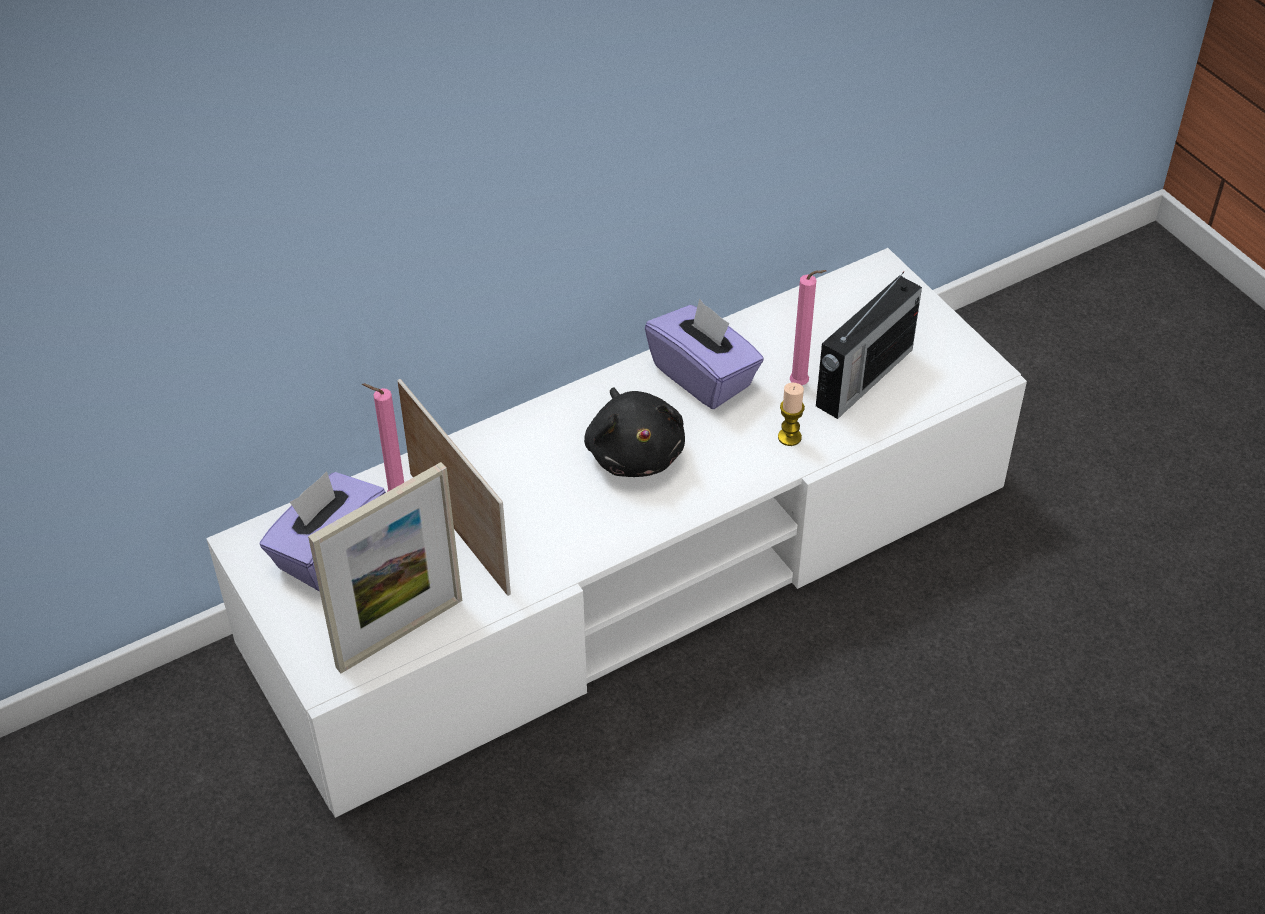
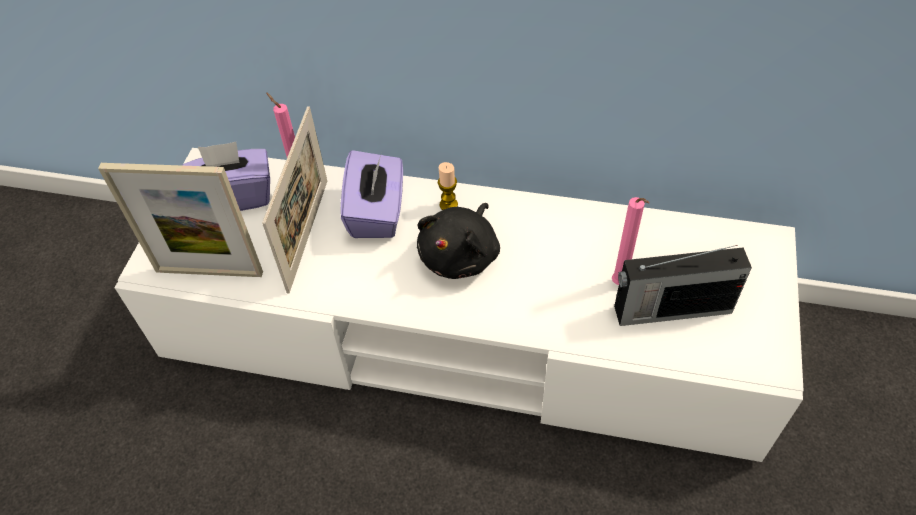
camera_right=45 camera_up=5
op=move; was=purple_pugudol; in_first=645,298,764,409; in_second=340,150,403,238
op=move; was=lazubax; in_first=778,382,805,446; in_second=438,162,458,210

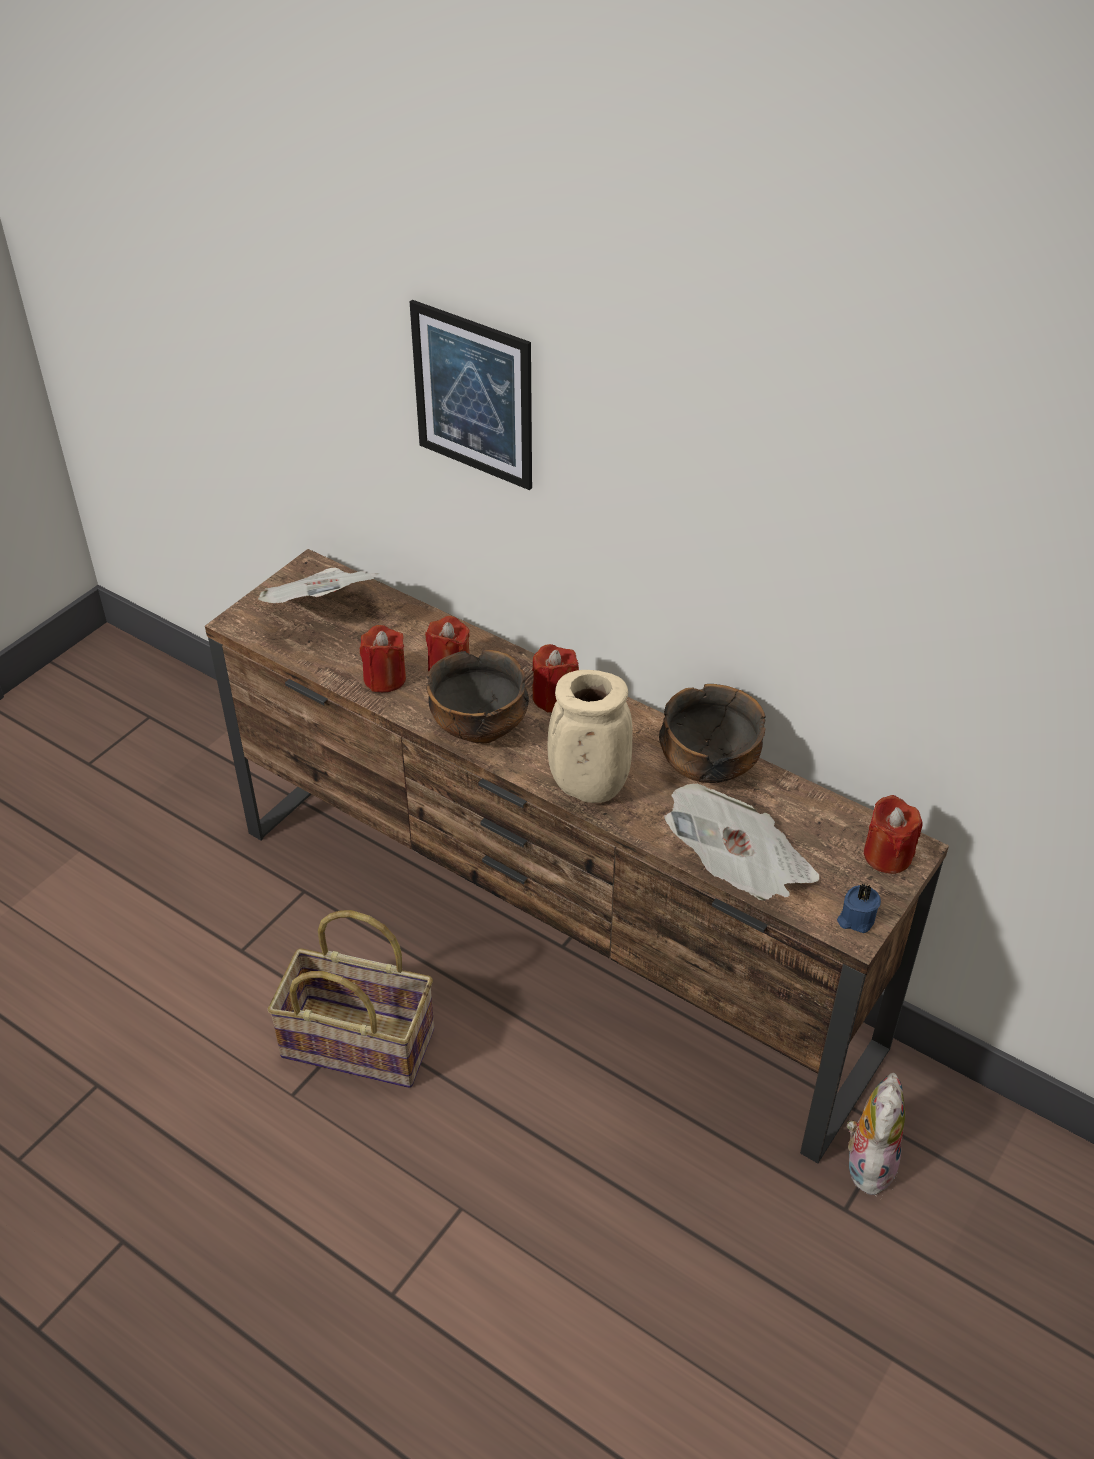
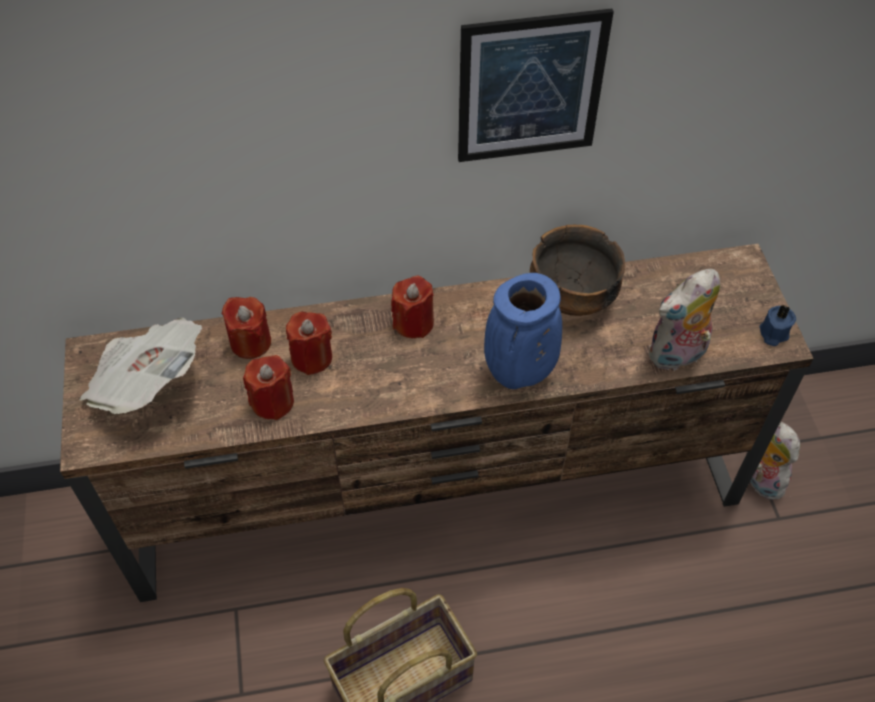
camera_right=-45 camera_up=10
op=move; was=red_lazubax; in_first=864,795,923,874; in_second=222,297,271,359
op=move; was=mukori; in_first=410,300,532,490; in_second=458,9,614,162
op=recolor; was=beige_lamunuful; now=blue_lamunuful; in_first=547,670,633,803; in_second=484,273,562,389
op=replace; was=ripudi; now=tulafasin; in_first=664,783,819,901; in_second=649,269,720,370
op=delete; was=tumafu; in_first=426,650,529,744

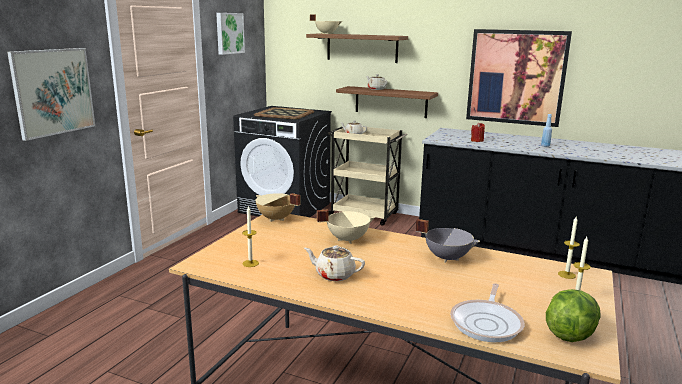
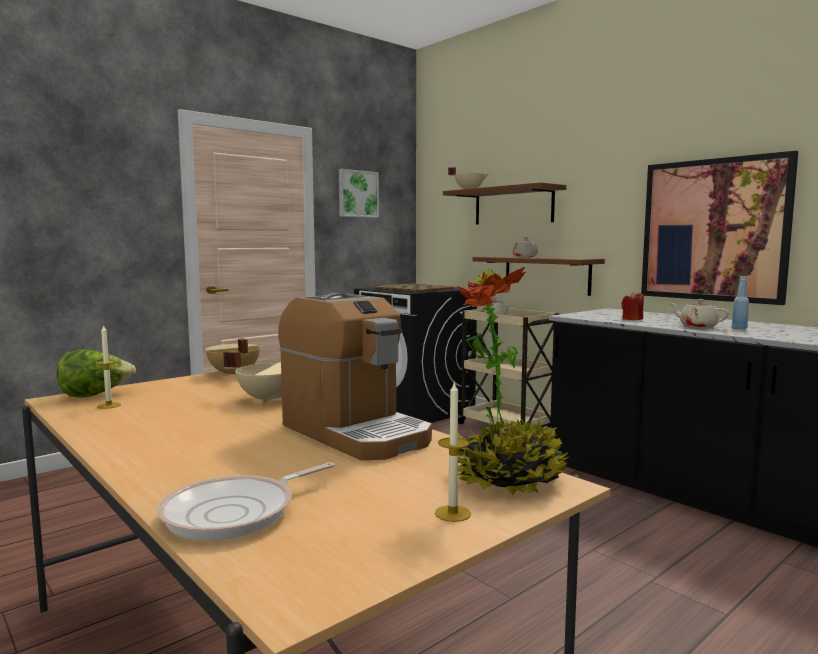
camera_right=25 camera_up=-10
op=move; was=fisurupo; in_first=546,289,601,342; in_second=57,349,136,398
op=replace; was=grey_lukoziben; now=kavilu; in_first=416,219,480,263; in_second=278,293,432,460
op=replace; was=lazubax; now=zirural; in_first=558,217,580,279; in_second=458,267,570,496
op=move; was=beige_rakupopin; in_first=304,245,365,281; in_second=670,299,729,328
op=delete; was=mukori; in_first=7,48,95,141

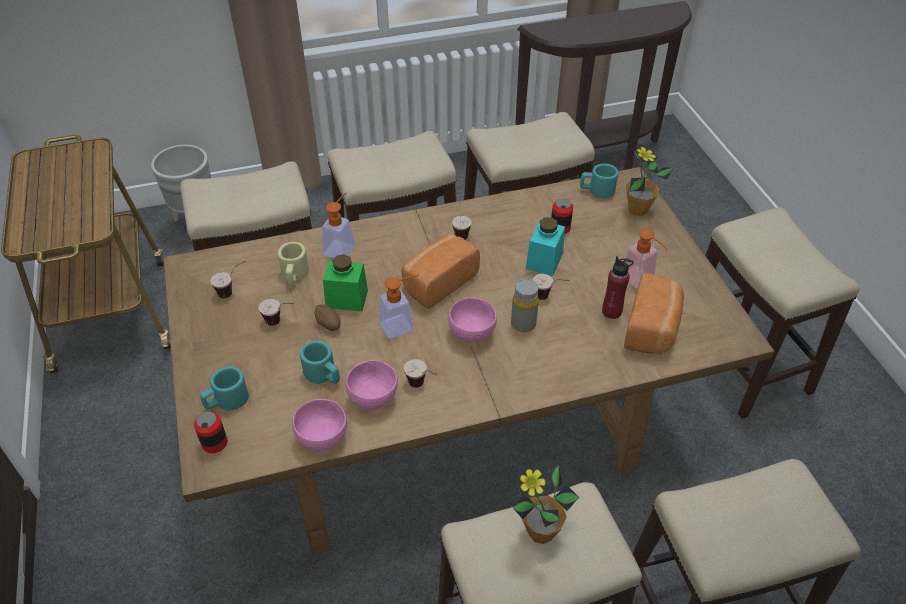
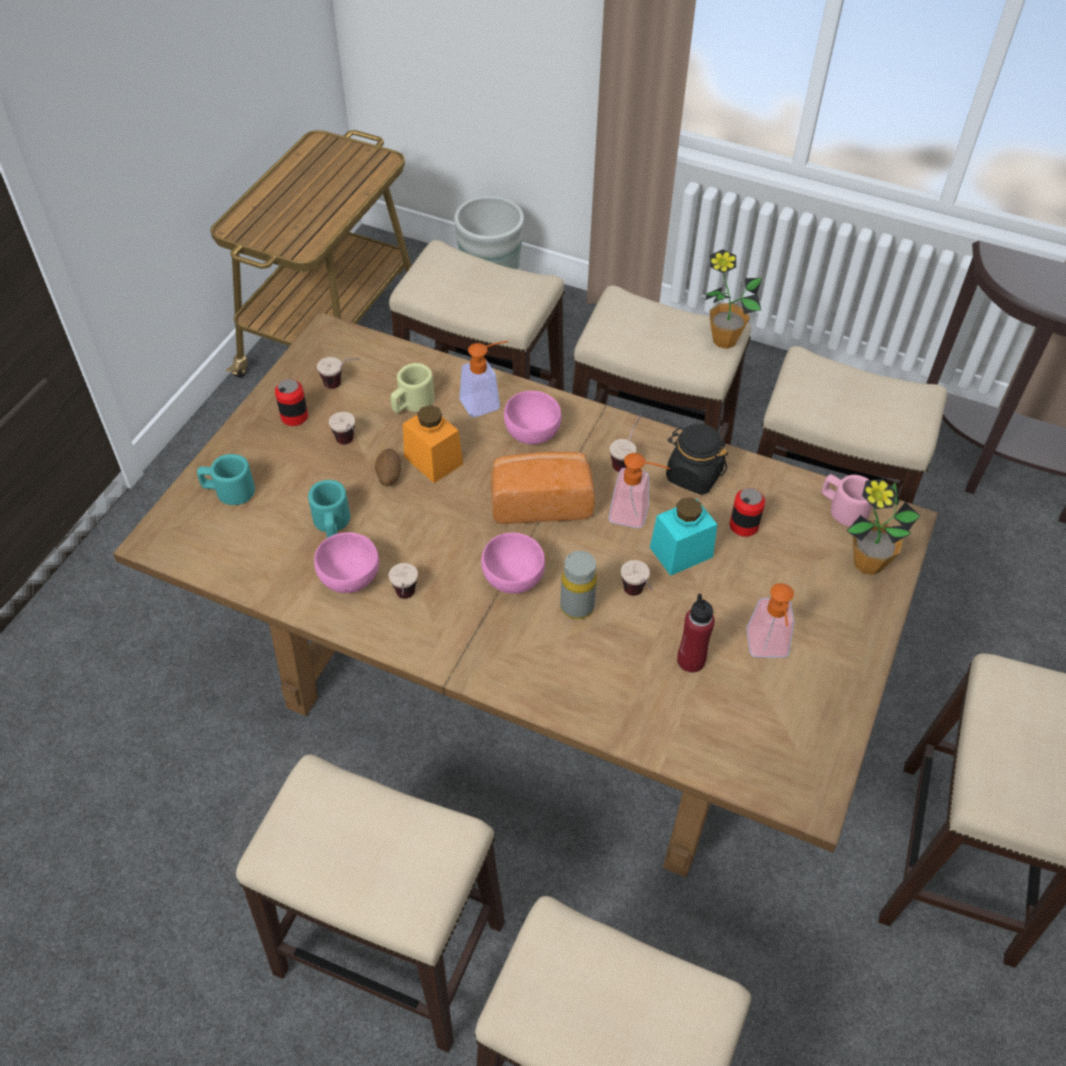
camera_right=40 camera_up=5
op=move; was=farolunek; in_first=194,411,228,453; in_second=275,379,308,426
op=recolor; was=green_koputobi; now=orange_koputobi; in_first=323,254,368,311; in_second=403,405,463,483
op=move; was=pink_tumafu; in_first=292,399,347,451; in_second=504,391,561,445
op=move; was=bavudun; in_first=379,275,419,339; in_second=608,453,670,528
op=insert; now=black_koputobi; in_second=666,424,728,495
op=move; was=zirural; in_first=513,465,579,544; in_second=706,249,762,349
op=recolor; was=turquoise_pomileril; now=pink_pomileril; in_first=580,164,618,198; in_second=822,474,873,527
op=delete; was=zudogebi; in_first=624,273,684,354

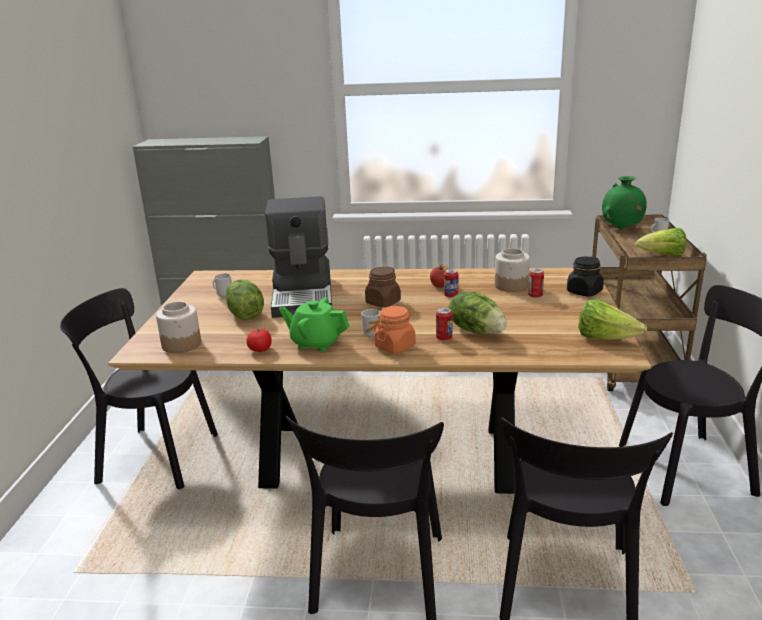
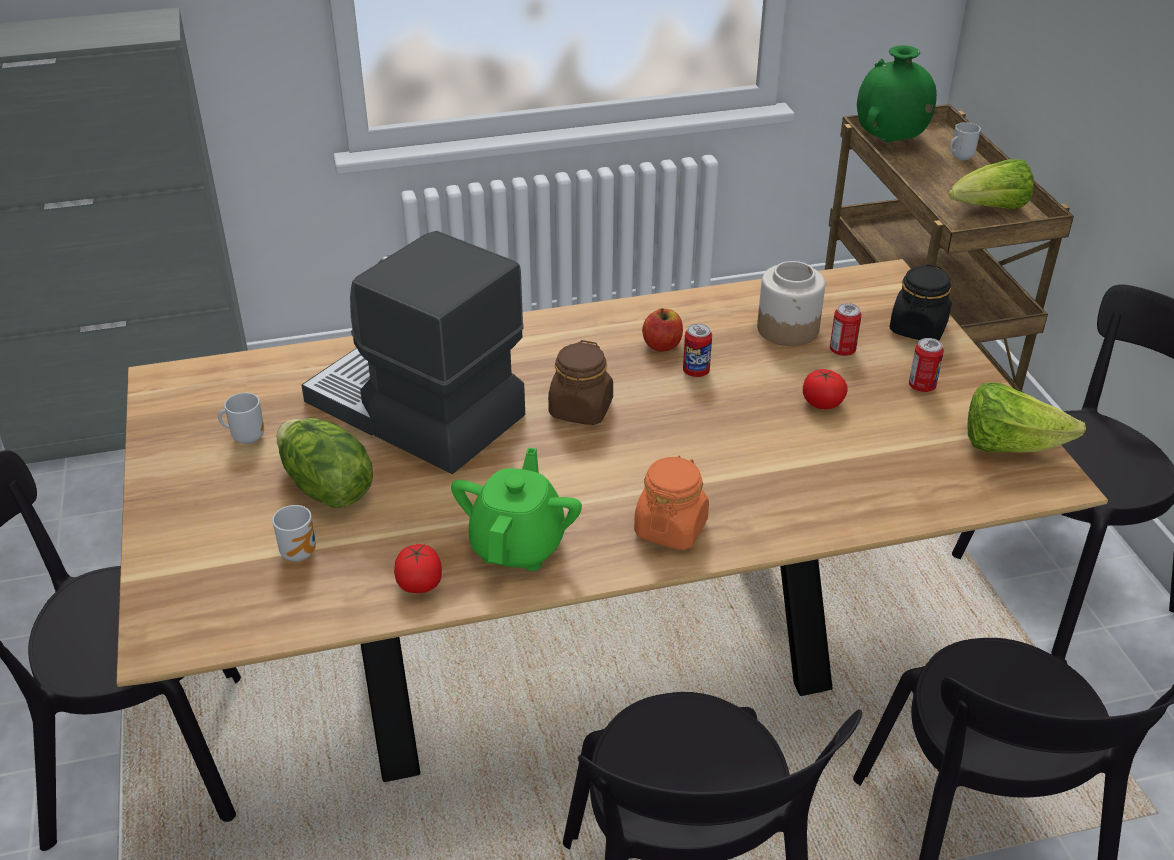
camera_right=-20 camera_up=15
op=move; was=pomileril; in_first=361,309,380,338; in_second=272,505,316,561
op=rotate; was=kavilu; in_first=265,196,332,318; in_second=301,231,525,474; clockwise=150
op=rotate; was=green_rakupopin; in_first=279,297,349,352; in_second=451,448,582,571; clockwise=105
op=insert; now=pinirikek; in_second=803,369,848,409
op=move; was=farolunek; in_first=436,308,452,341; in_second=909,338,944,392
op=delete; was=koputobi; in_first=156,301,201,353
op=delete; was=fisurupo; in_first=449,292,507,334

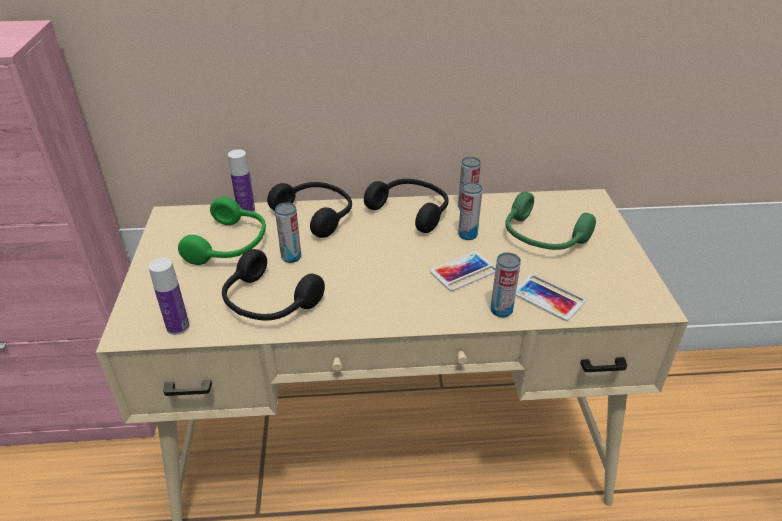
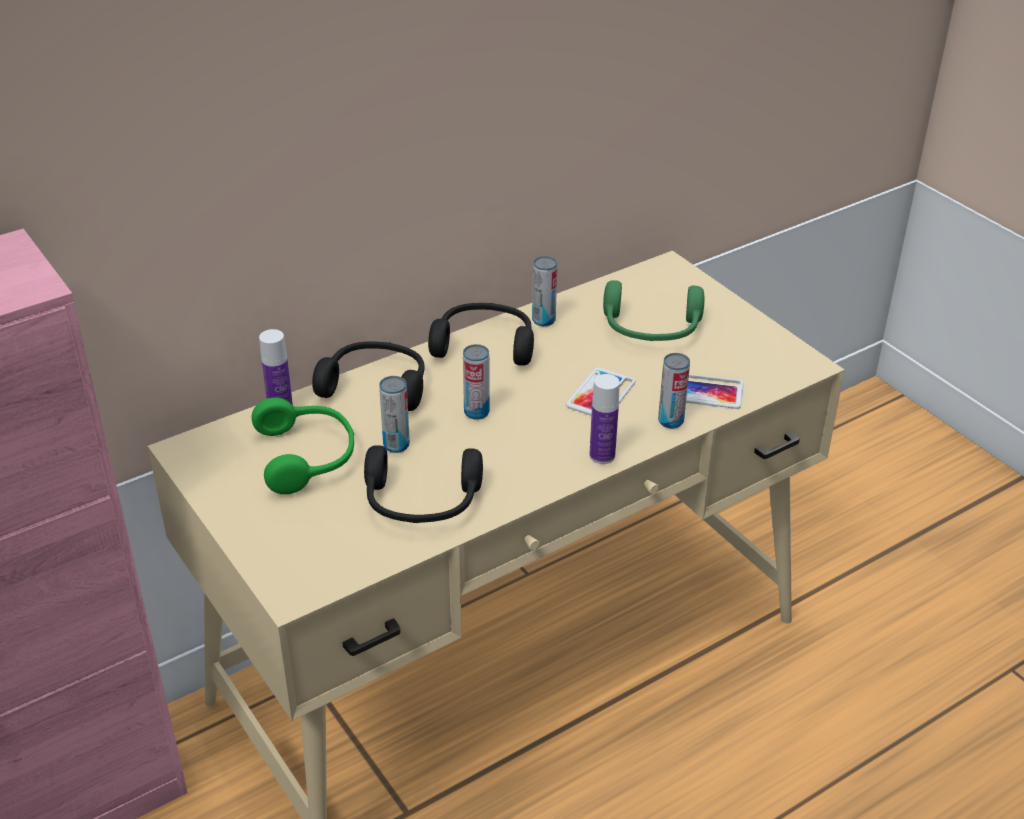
camera_right=-30 camera_up=0
op=move; was=farolunek; in_first=458,182,482,240; in_second=463,344,490,420
op=move; was=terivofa; in_first=148,258,190,335; in_second=589,374,620,464

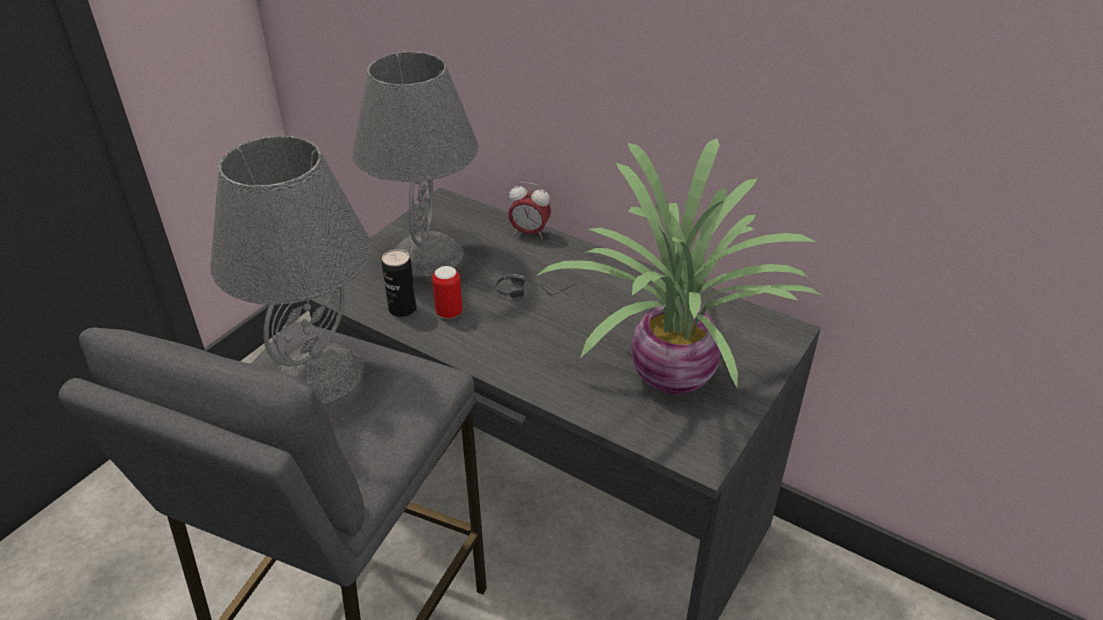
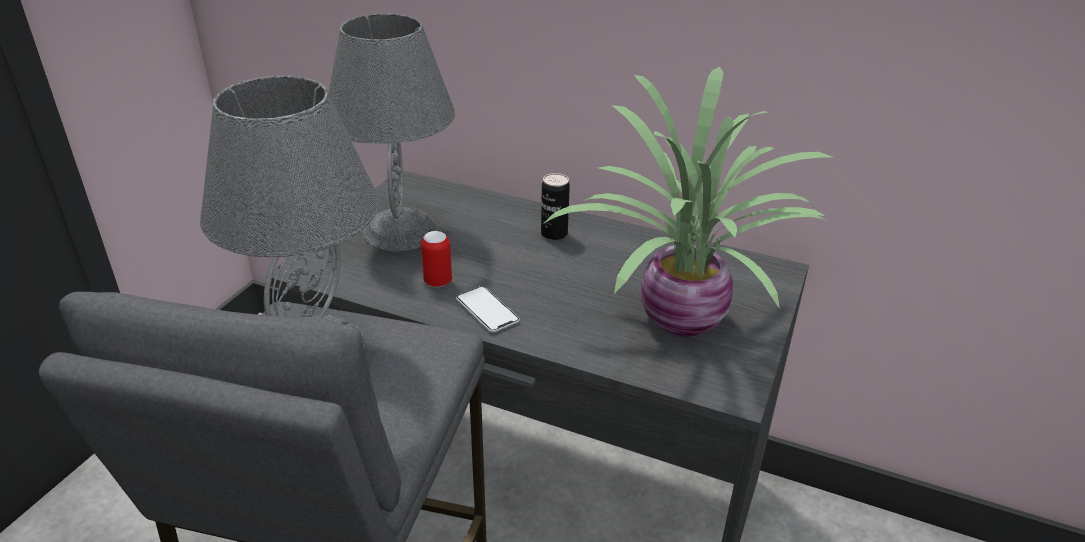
camera_right=-10 camera_up=-5
op=insert; now=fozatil; in_second=456,286,520,333
op=move; was=farolunek; in_first=382,249,417,317; in_second=541,173,570,240
op=delete; was=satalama; in_first=495,274,578,298
op=delete; was=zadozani; in_first=508,182,551,239

